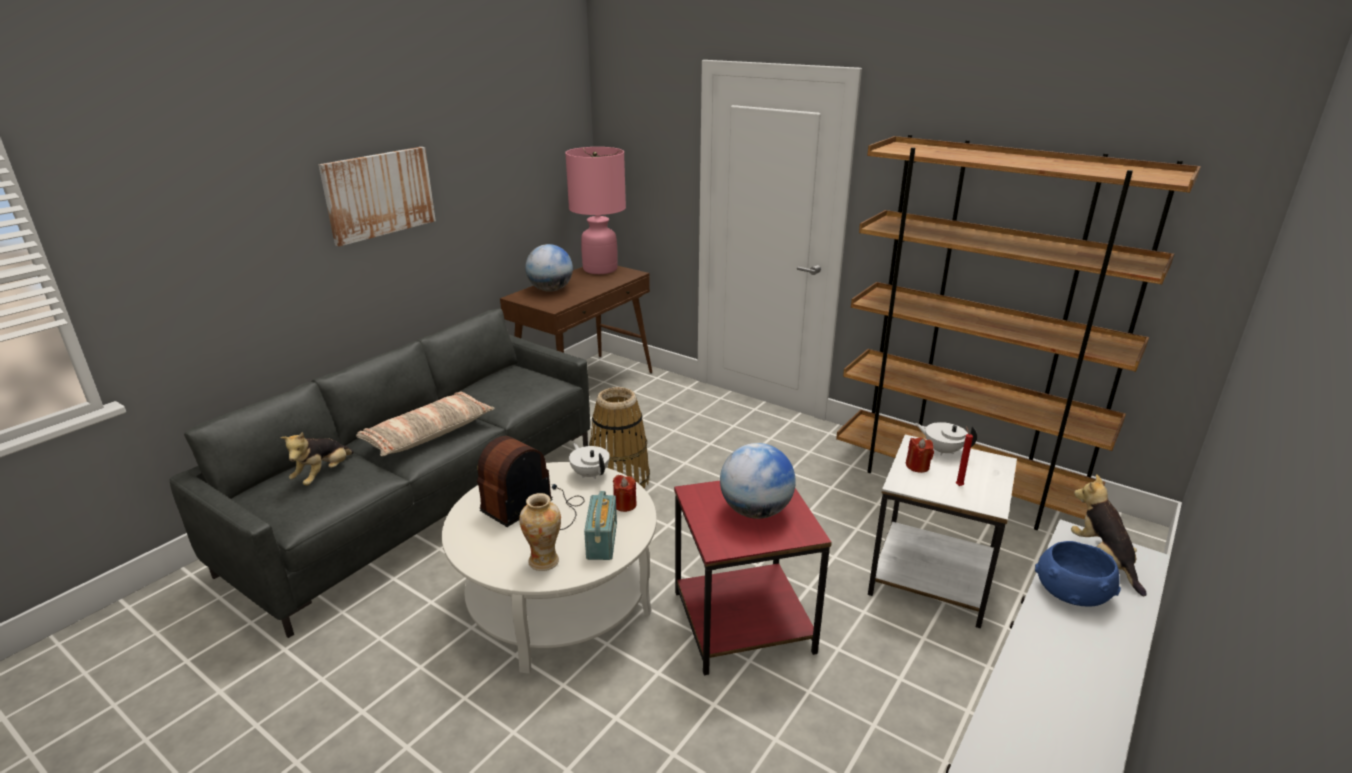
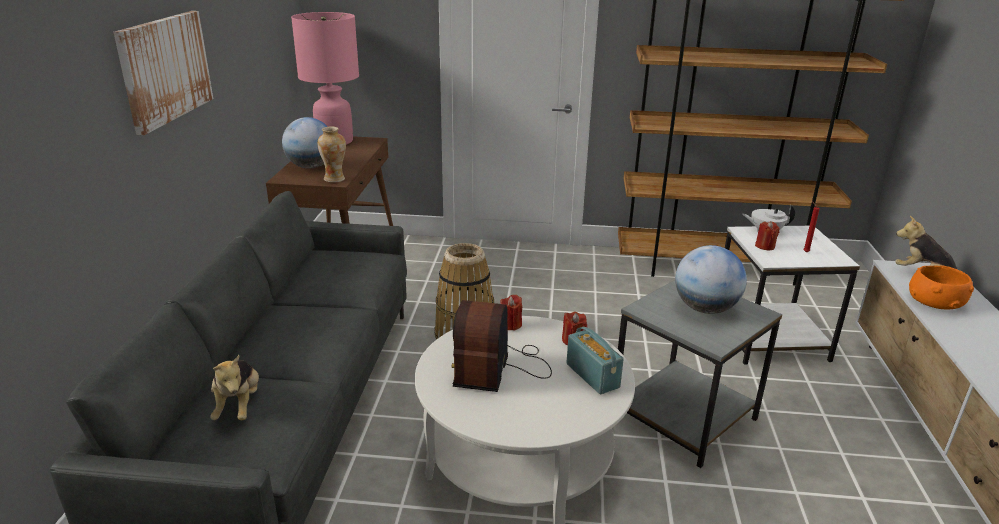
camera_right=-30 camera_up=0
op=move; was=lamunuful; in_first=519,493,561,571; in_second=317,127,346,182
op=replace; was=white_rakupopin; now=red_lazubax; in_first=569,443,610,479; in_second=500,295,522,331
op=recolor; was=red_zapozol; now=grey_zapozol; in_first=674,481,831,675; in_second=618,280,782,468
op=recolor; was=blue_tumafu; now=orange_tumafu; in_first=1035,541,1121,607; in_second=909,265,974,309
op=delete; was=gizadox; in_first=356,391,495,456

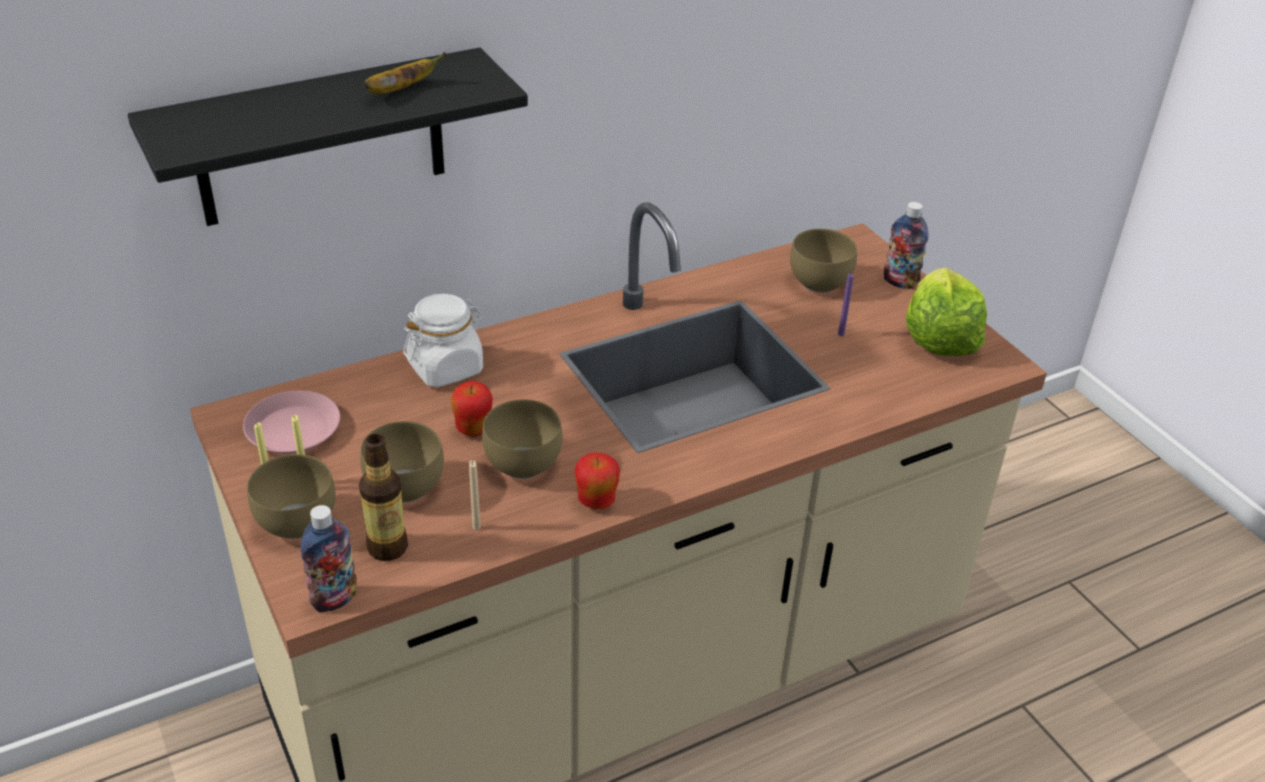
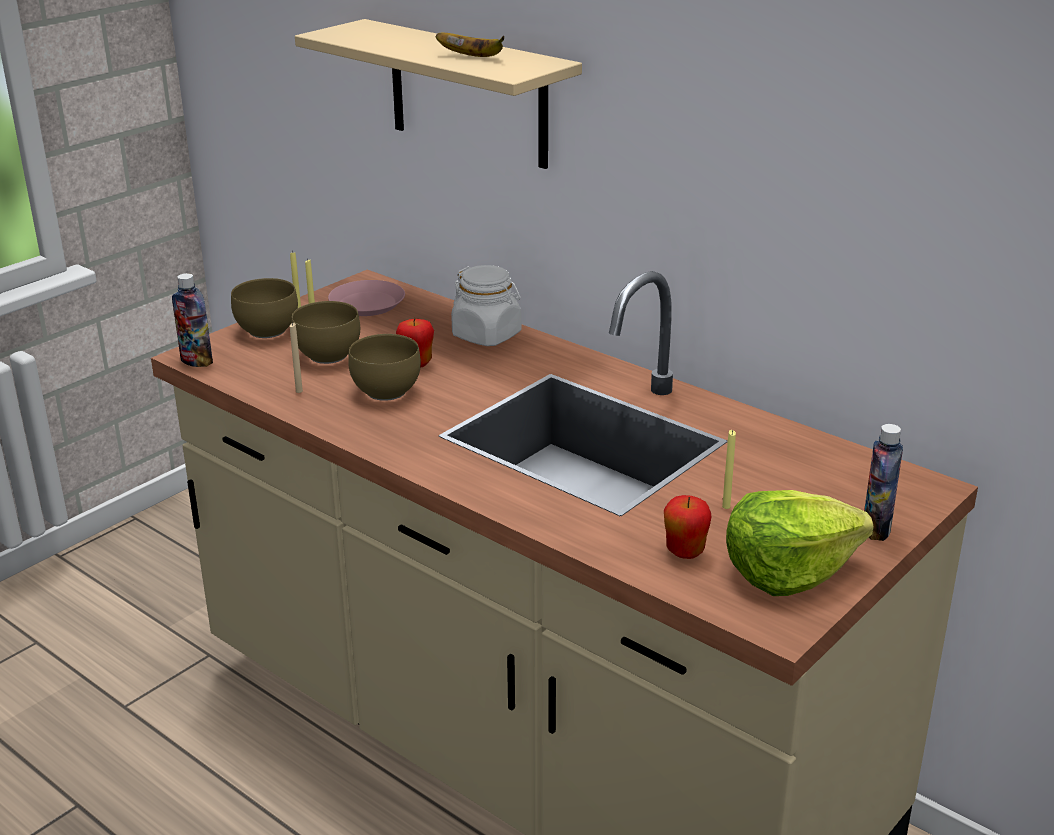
camera_right=70 camera_up=-10
op=recolor; was=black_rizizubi; now=beige_rizizubi; in_first=128,48,528,226; in_second=295,19,582,169
op=move; was=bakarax; in_first=575,452,620,510; in_second=664,495,711,559
op=recolor; was=purple_lazubax; now=yellow_lazubax; in_first=838,273,854,336; in_second=722,430,736,509
op=delete; was=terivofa; in_first=359,434,408,561
op=delete; was=brown_tumafu; in_first=790,229,857,293

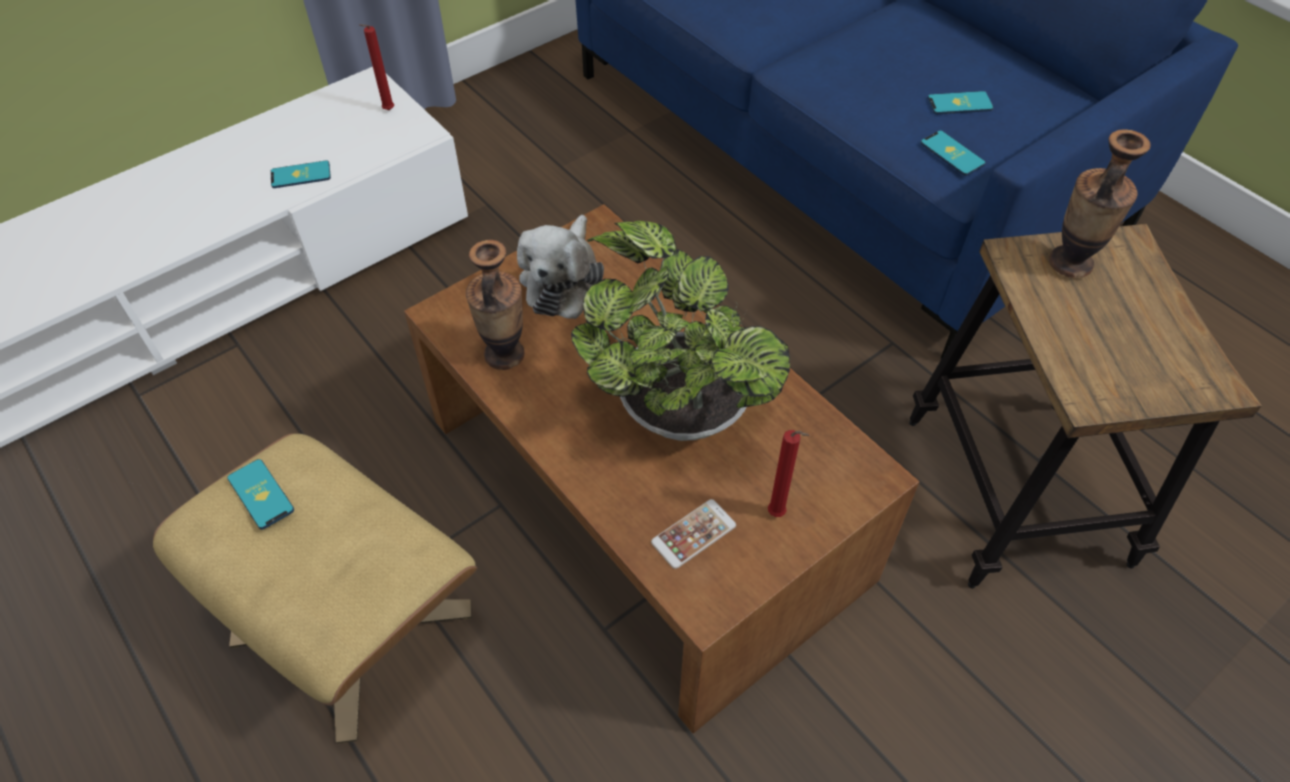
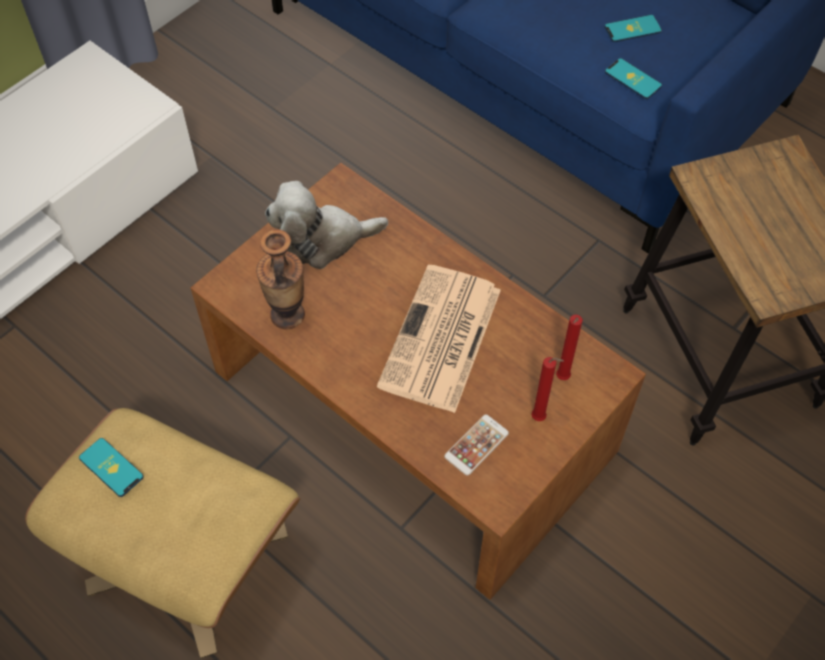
camera_right=-10 camera_up=5
op=rotate; was=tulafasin; in_first=517,215,604,319; in_second=265,181,388,269; clockwise=75
op=replace; was=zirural; now=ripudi; in_first=571,221,790,441; in_second=377,265,501,413
op=move; was=red_lazubax; in_first=359,24,394,110; in_second=556,314,583,380
op=delete; was=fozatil; in_first=271,160,331,188
op=delete; was=lamunuful; in_first=1049,129,1151,278

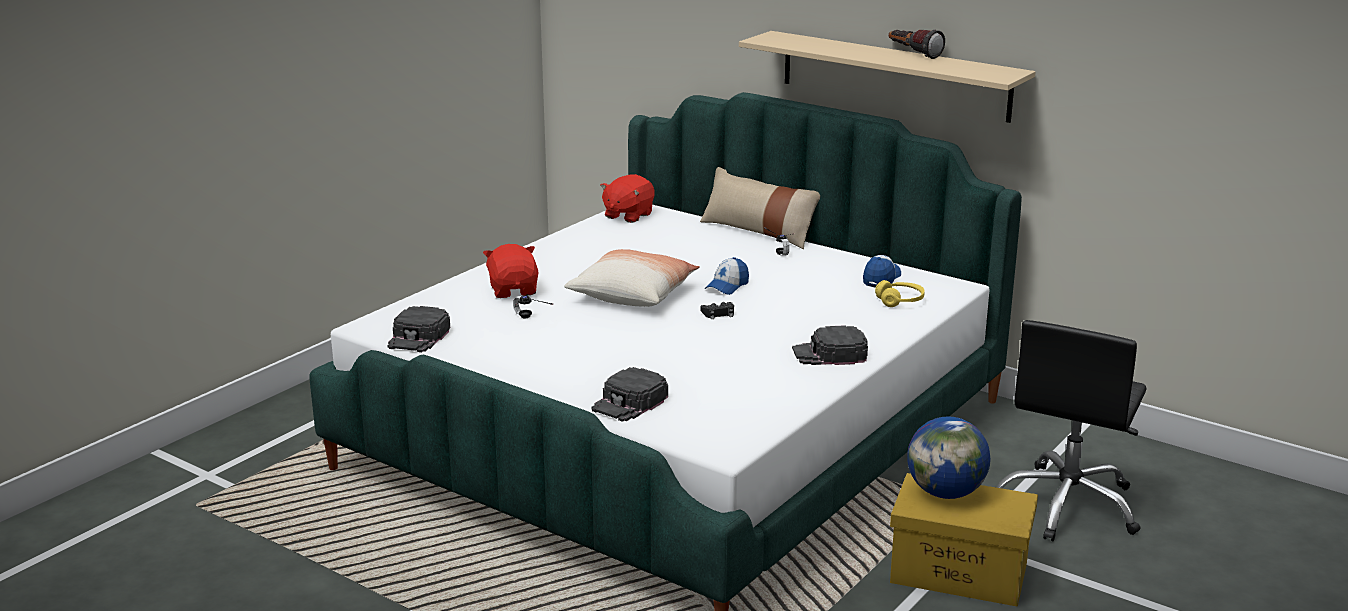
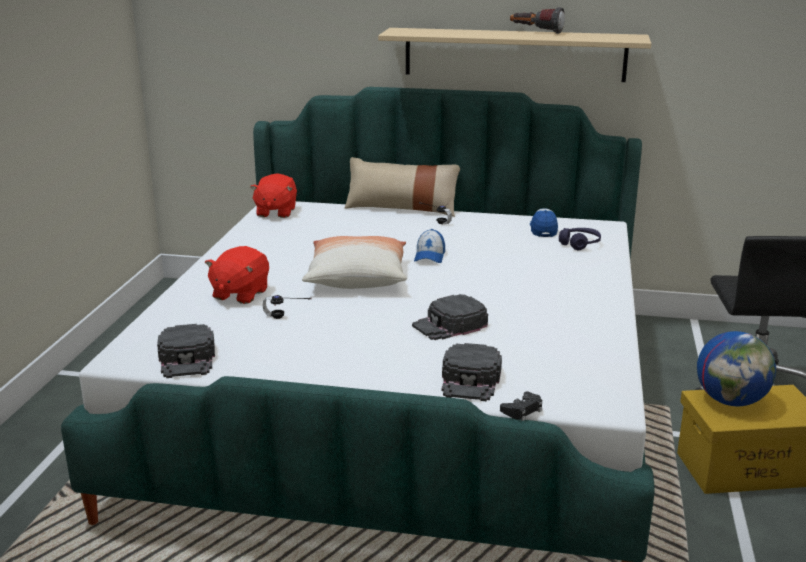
camera_right=-25 camera_up=0
op=rotate; was=red_tulafasin; in_first=483,244,539,298; in_second=205,246,269,304; clockwise=-120
op=move; was=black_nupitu; in_first=792,325,868,365; in_second=412,294,488,340
op=move; was=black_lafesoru; in_first=701,302,734,319; in_second=500,392,542,421
op=recolor; was=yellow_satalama; now=purple_satalama; in_first=875,280,925,307; in_second=559,228,601,250

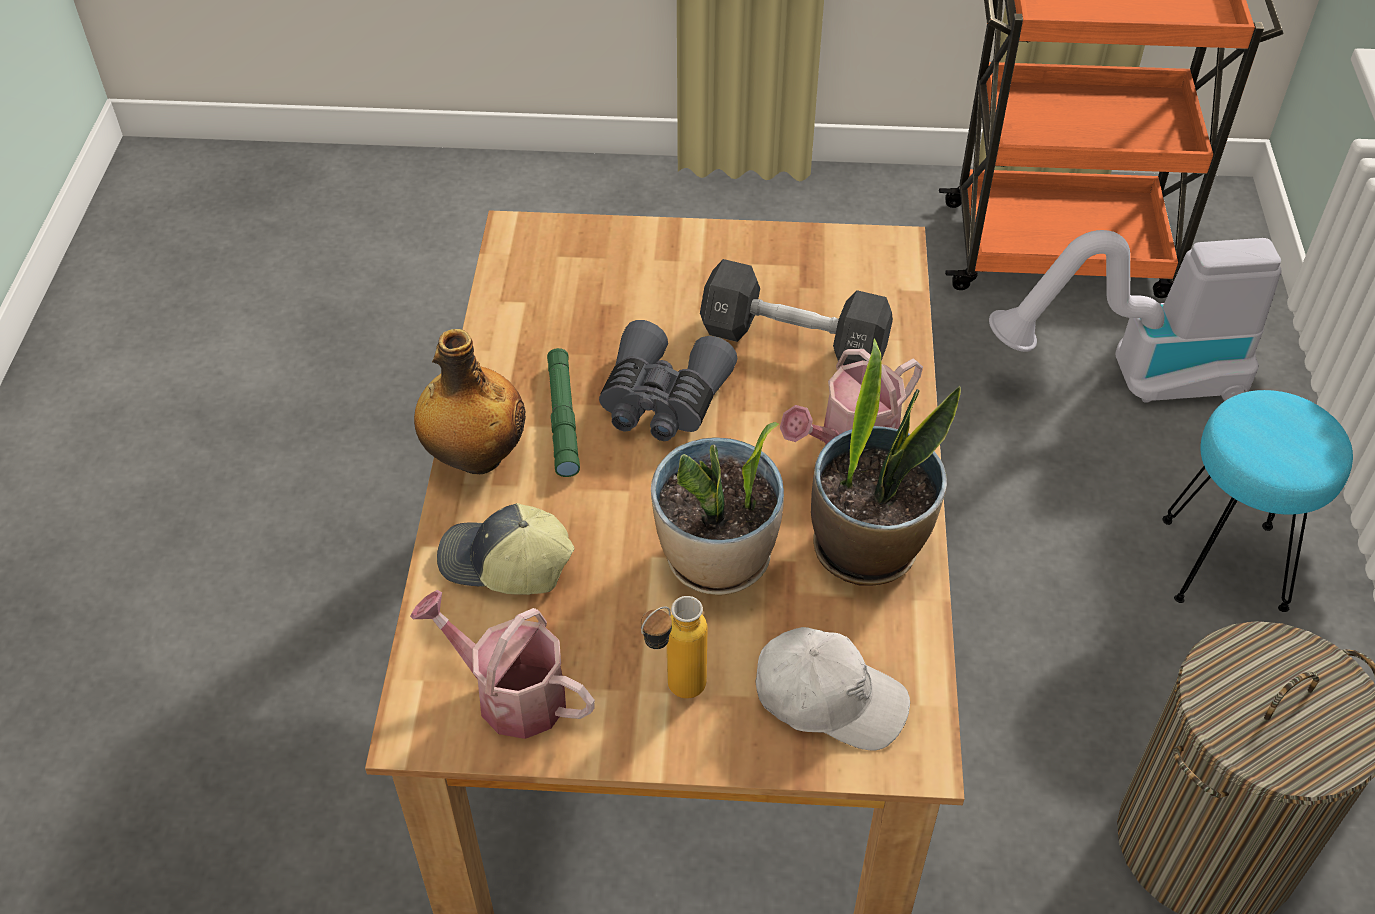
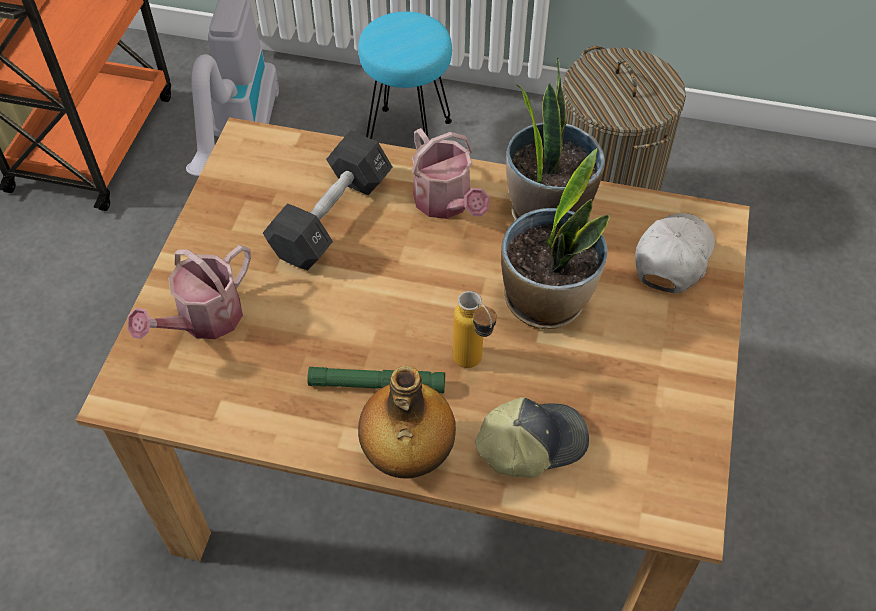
camera_right=-80 camera_up=5
op=move; was=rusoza; in_first=410,590,595,739; in_second=127,245,251,339
op=move; was=terivofa; in_first=641,596,708,698; in_second=453,291,497,368
op=rotate; was=nupitu; in_first=437,503,575,595; in_second=475,397,589,478; clockwise=-135
op=delete; was=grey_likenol; in_first=599,320,737,441

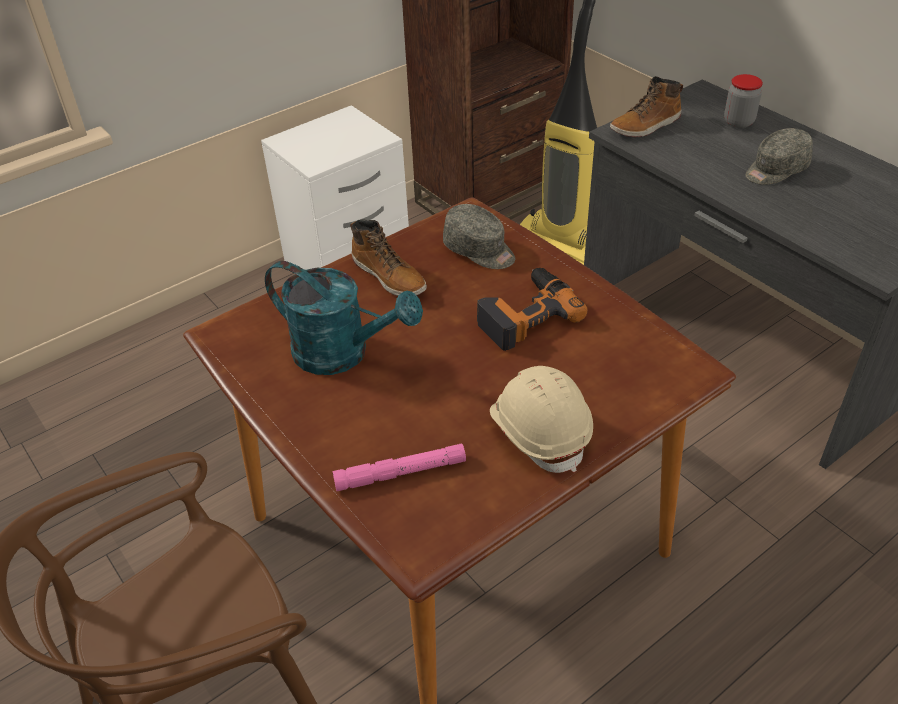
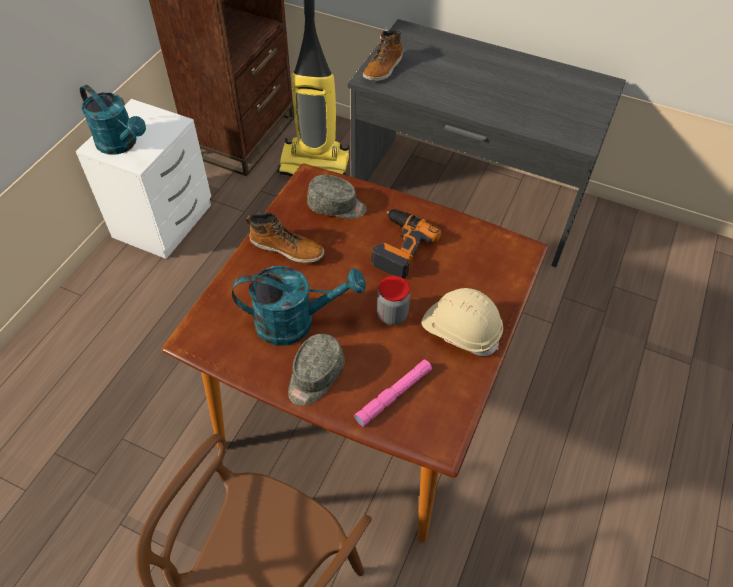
camera_right=-30 camera_up=10
op=insert; now=turquoise_rusoza; in_second=80,84,146,155
op=move; was=grey_nupitu; in_first=746,128,813,185; in_second=288,334,345,406
op=move; was=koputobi; in_first=724,74,763,128; in_second=377,276,410,325

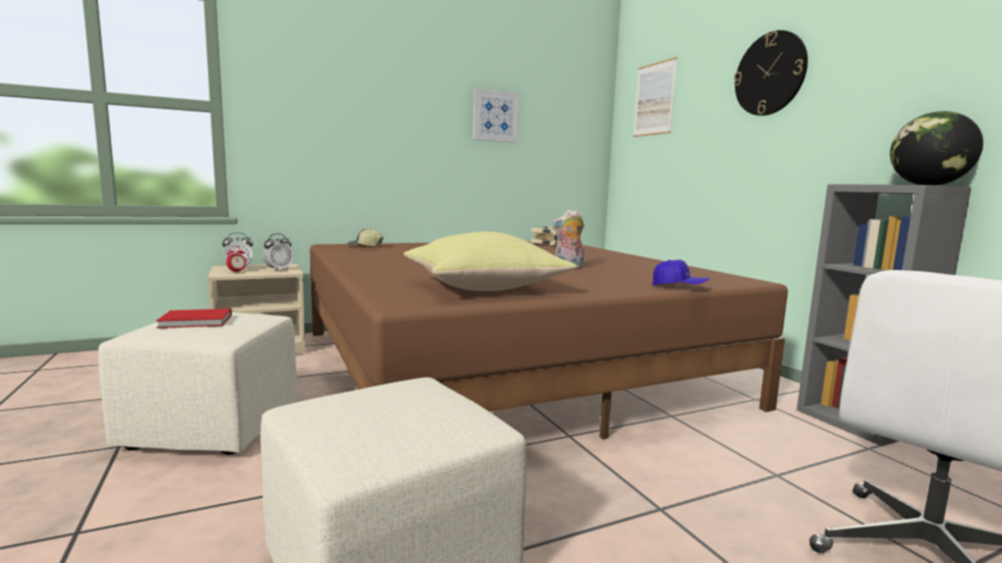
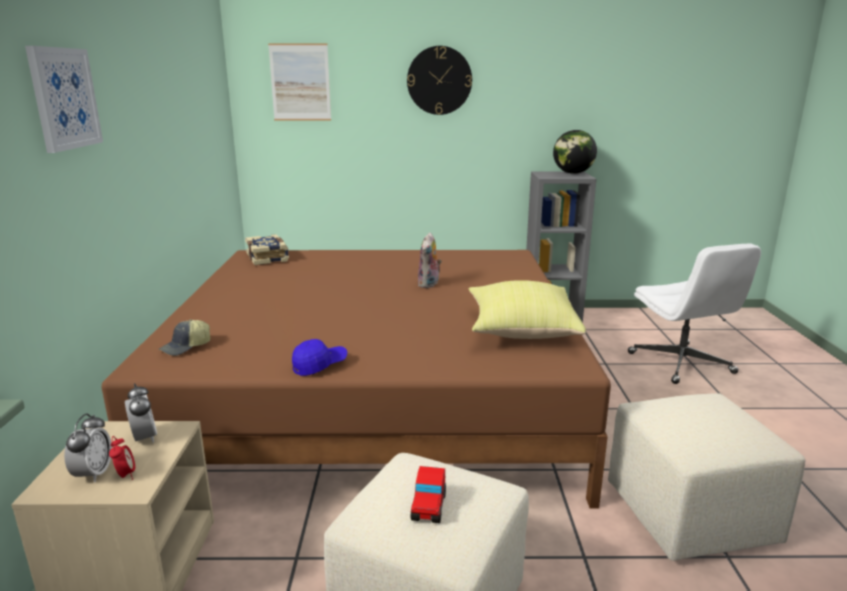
camera_right=-65 camera_up=10
op=move; was=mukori; in_first=473,88,520,143; in_second=25,46,103,153
op=move; was=blue_nupitu; in_first=652,260,710,285; in_second=292,339,347,376
op=replace; was=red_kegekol; now=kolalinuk; in_first=156,309,232,328; in_second=411,466,446,523

